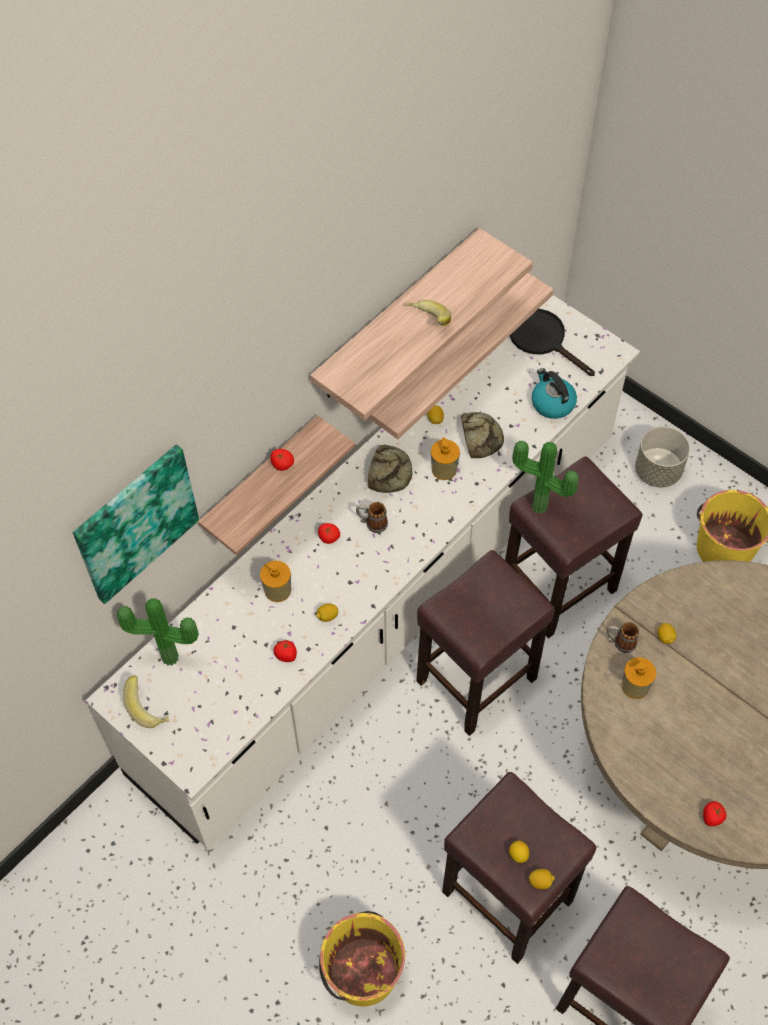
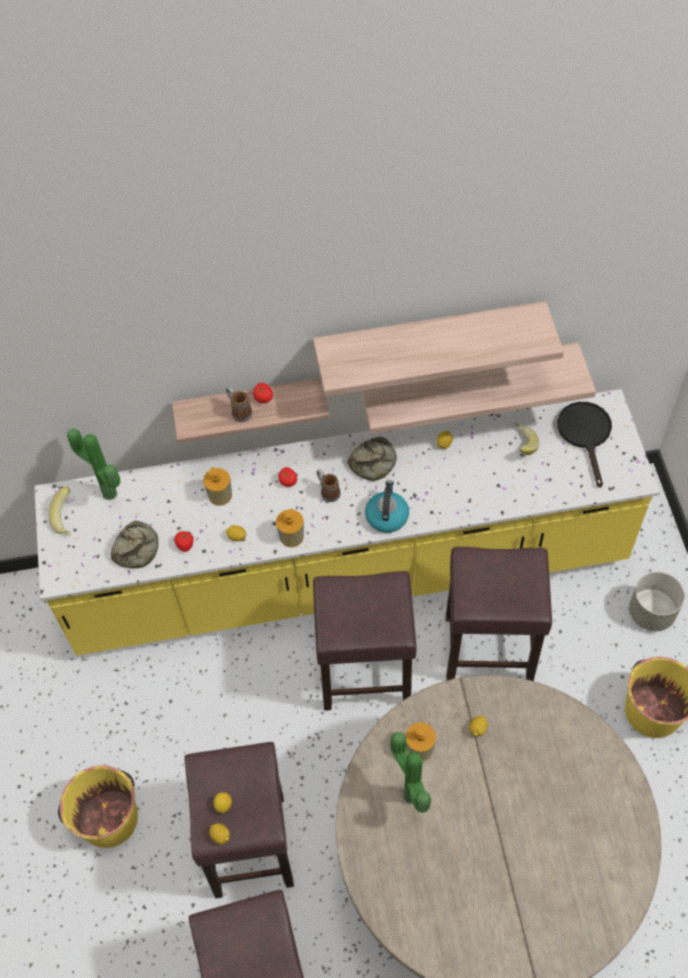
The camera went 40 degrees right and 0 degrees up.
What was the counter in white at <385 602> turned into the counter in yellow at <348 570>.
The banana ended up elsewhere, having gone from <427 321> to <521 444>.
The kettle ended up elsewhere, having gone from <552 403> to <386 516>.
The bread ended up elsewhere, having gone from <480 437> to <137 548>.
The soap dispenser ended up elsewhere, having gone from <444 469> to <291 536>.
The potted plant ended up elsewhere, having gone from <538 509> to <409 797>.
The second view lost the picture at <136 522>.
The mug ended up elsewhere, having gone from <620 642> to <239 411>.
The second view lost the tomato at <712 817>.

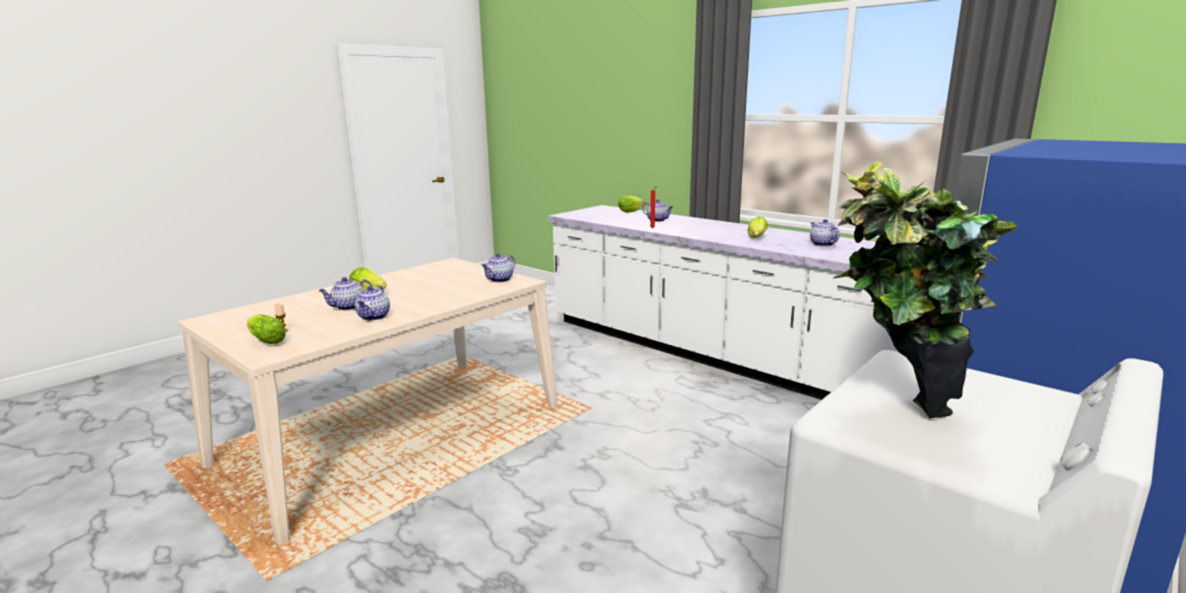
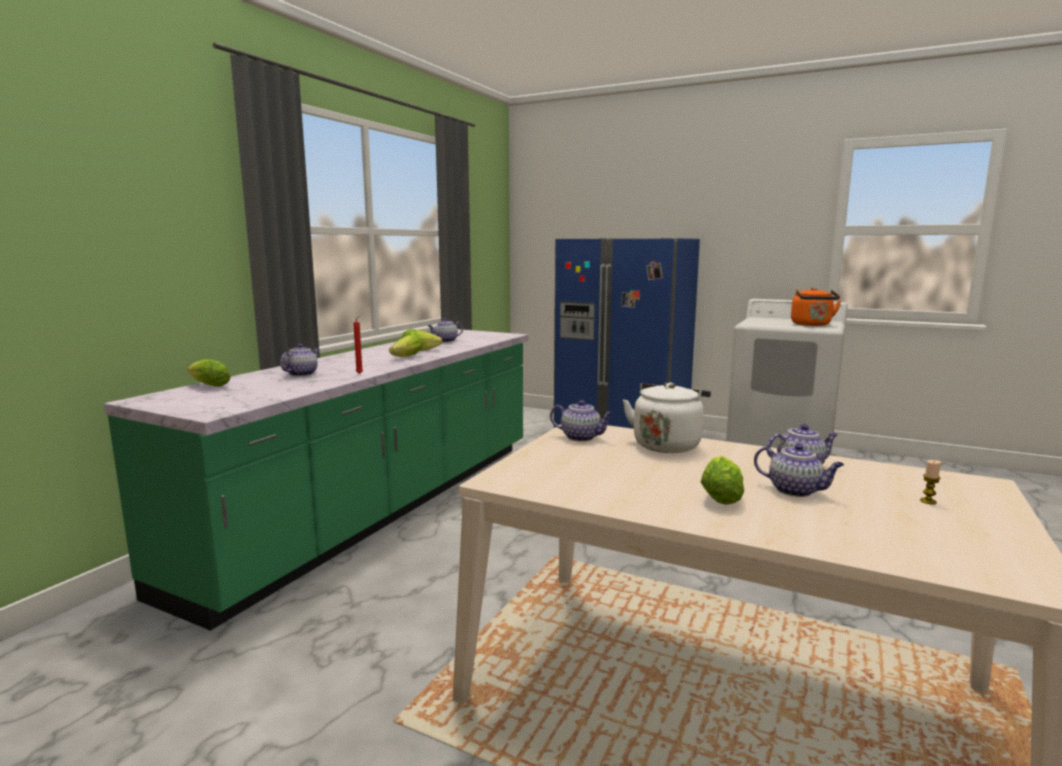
The camera went 105 degrees left and 5 degrees down.
Where the potted plant stood at <895 417>, the kettle in orange came to stand at <812 325>.
What was the counter in white at <709 353> turned into the counter in green at <382 507>.
The lettuce ended up elsewhere, having gone from <265 340> to <405 357>.
The second view gained the kettle in white at <667 444>.

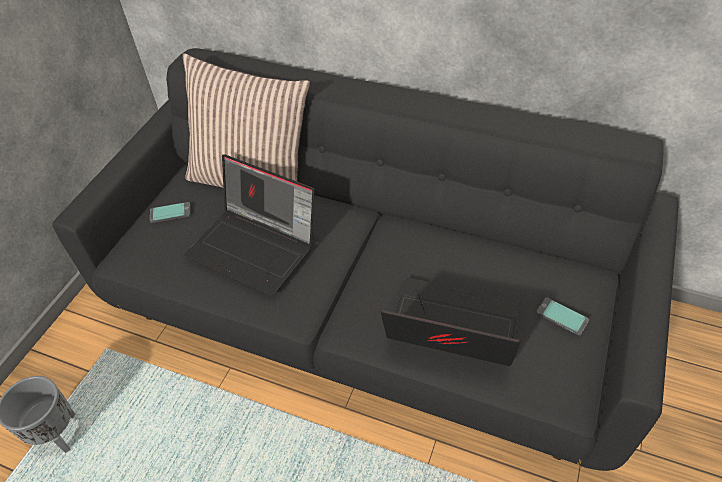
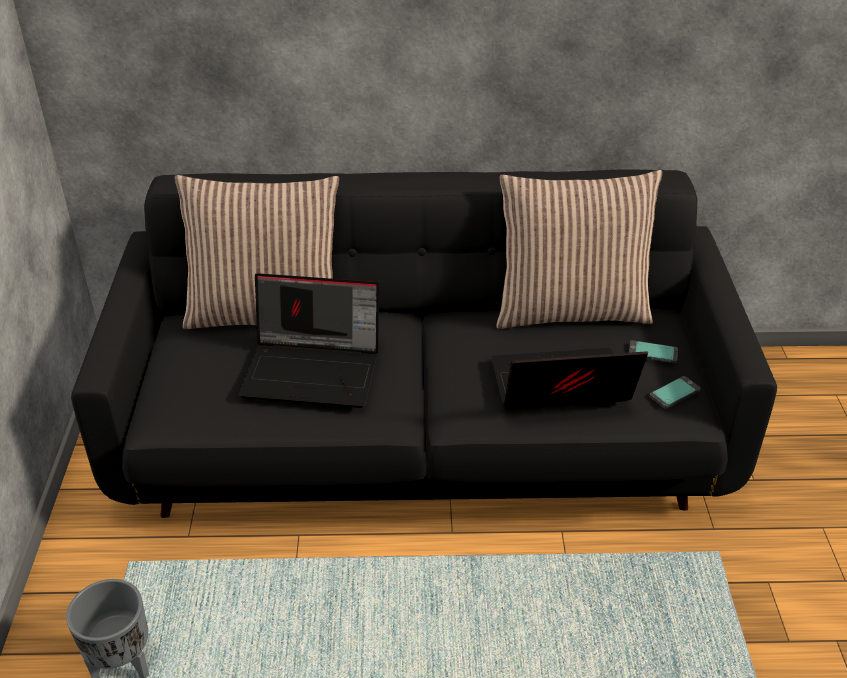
The camera went 25 degrees left and 10 degrees down.
The phone ended up elsewhere, having gone from <170 213> to <674 393>.
The second view gained the pillow at <571 309>.

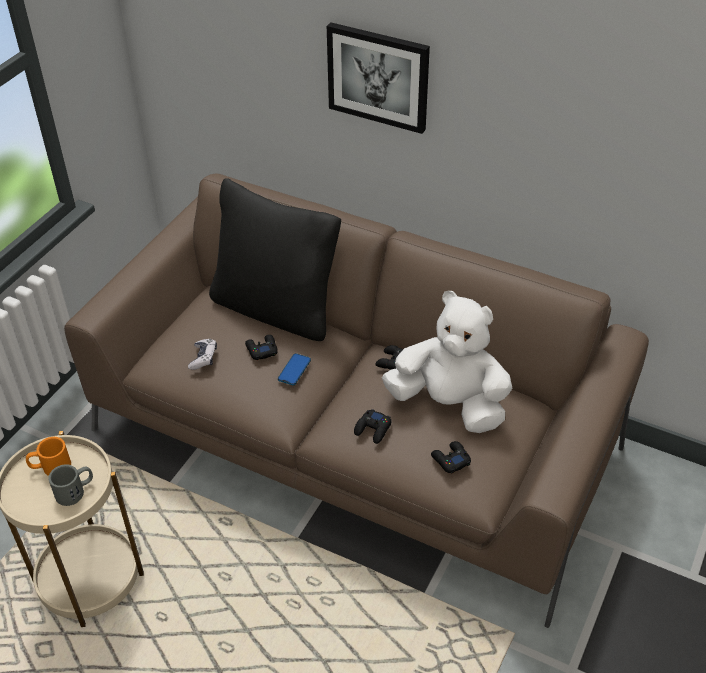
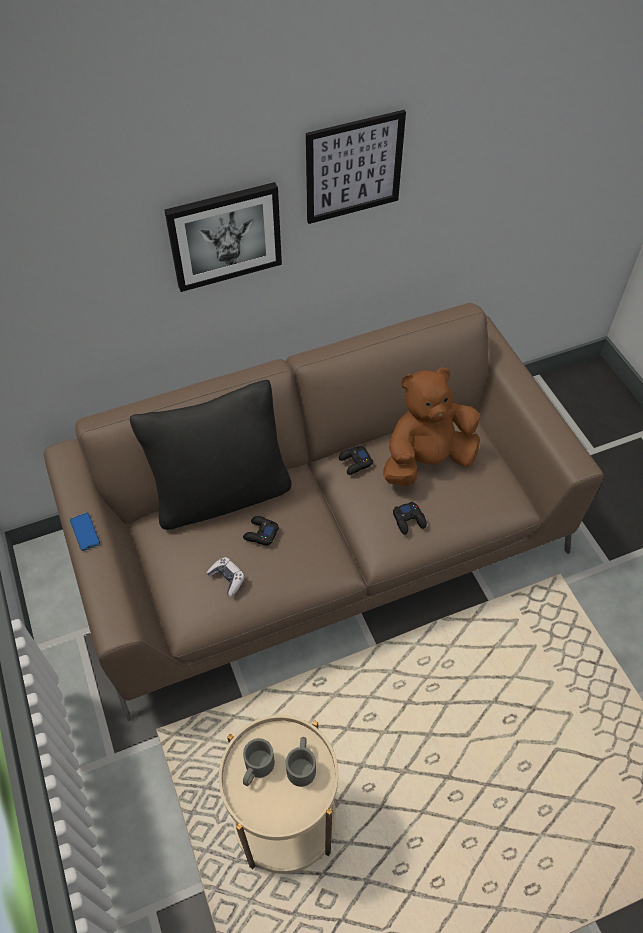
The camera went 50 degrees left and 10 degrees up.
What was the plush toy in white at <449 404> turned into the plush toy in brown at <426 460>.
The phone ended up elsewhere, having gone from <294 370> to <85 532>.
What was the mug in orange at <50 467> turned into the mug in grey at <256 769>.
The second view lost the game controller in black at <450 460>.
The second view gained the picture at <353 167>.

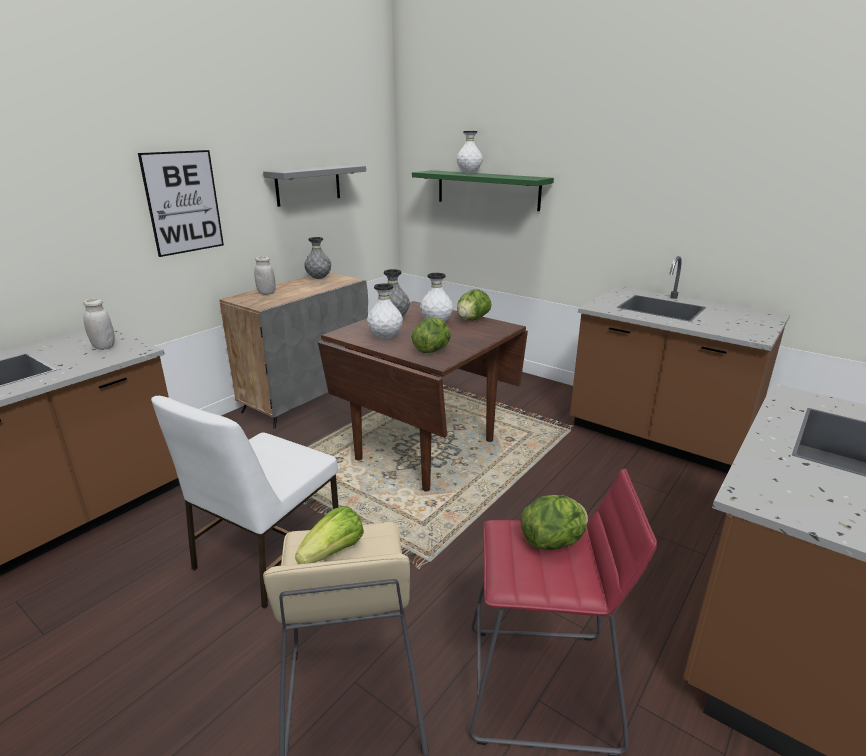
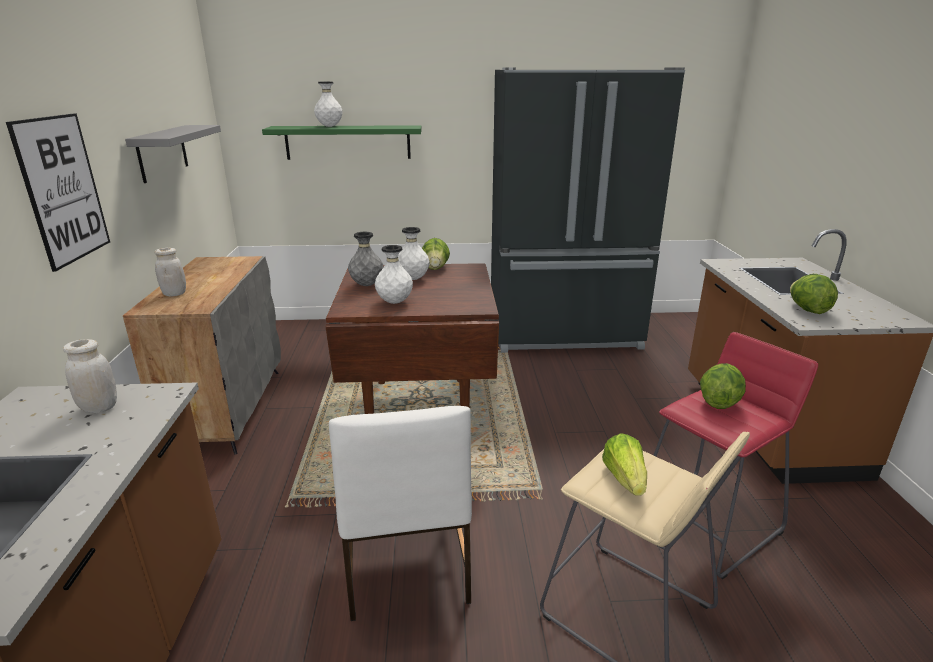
The camera went 40 degrees left and 0 degrees up.
The second view lost the vase in grey at <319 278>.
Where the counter in brown stood at <658 436>, the fridge in black came to stand at <564 333>.
The lettuce ended up elsewhere, having gone from <432 350> to <807 310>.

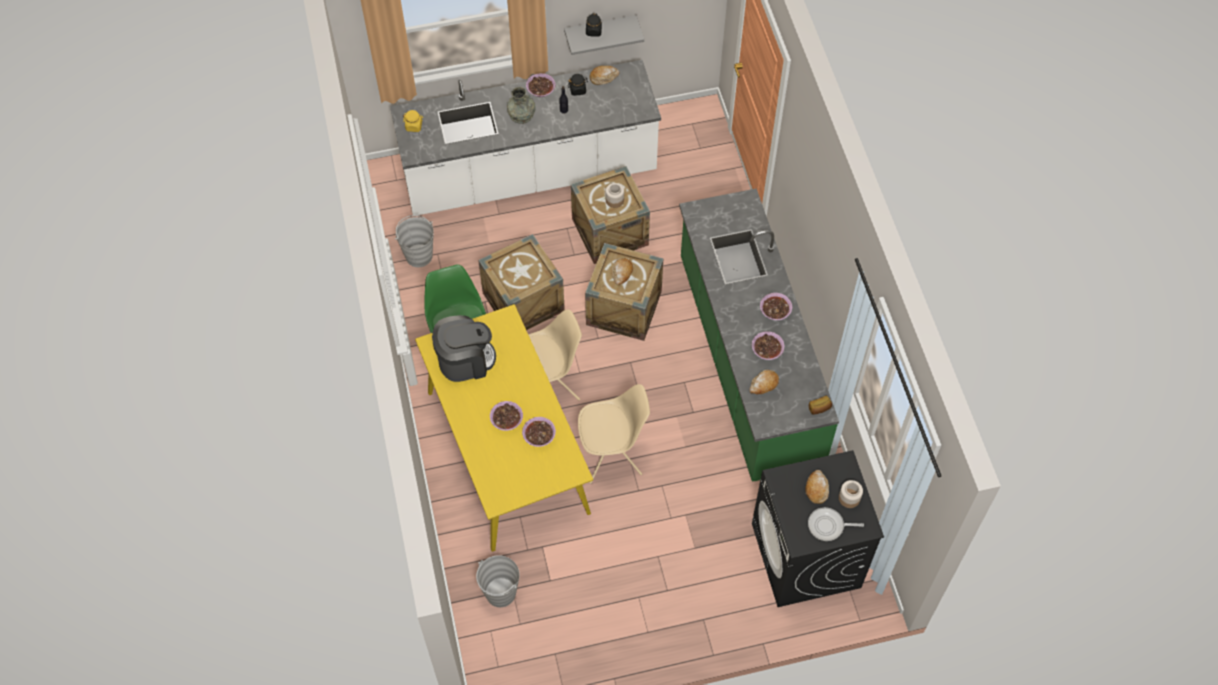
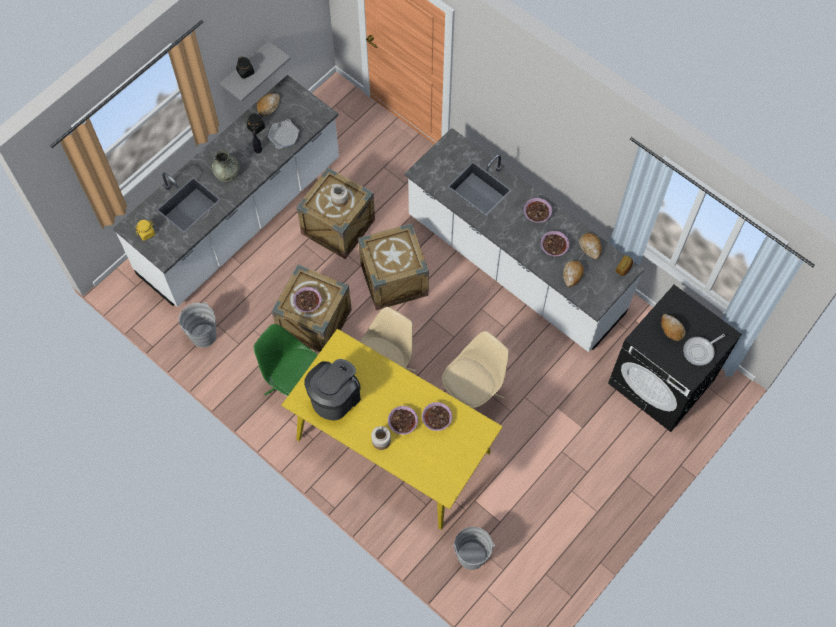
The camera went 35 degrees left and 5 degrees up.
The bowl ended up elsewhere, having gone from <540 89> to <307 302>.
What was the counter in green at <747 363> turned into the counter in white at <514 266>.
The bread ended up elsewhere, having gone from <622 273> to <590 247>.
The jar ended up elsewhere, having gone from <849 498> to <381 441>.
The second view gained the frying pan at <283 136>.

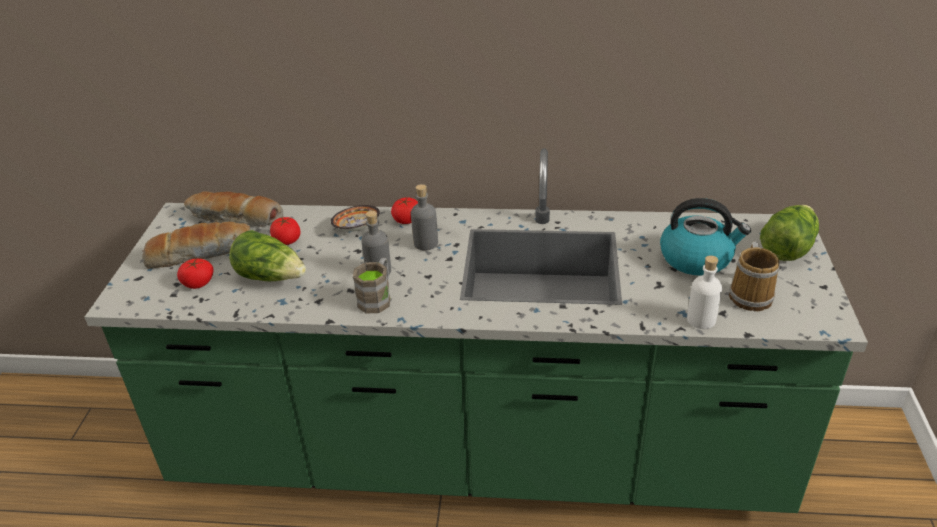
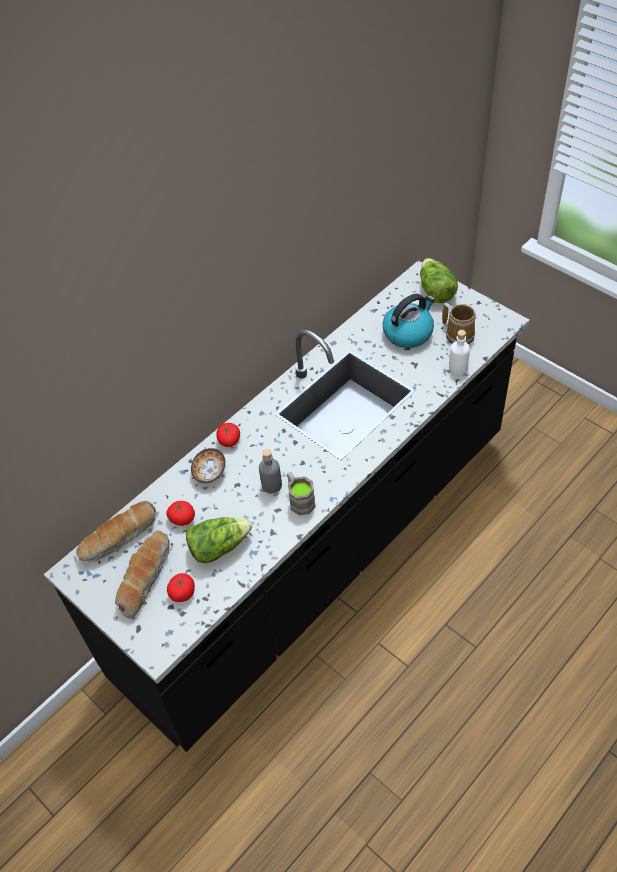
The camera went 50 degrees left and 15 degrees up.
What was the counter in green at <476 457> turned into the counter in black at <318 553>.
The second view lost the bottle in grey at <425 243>.

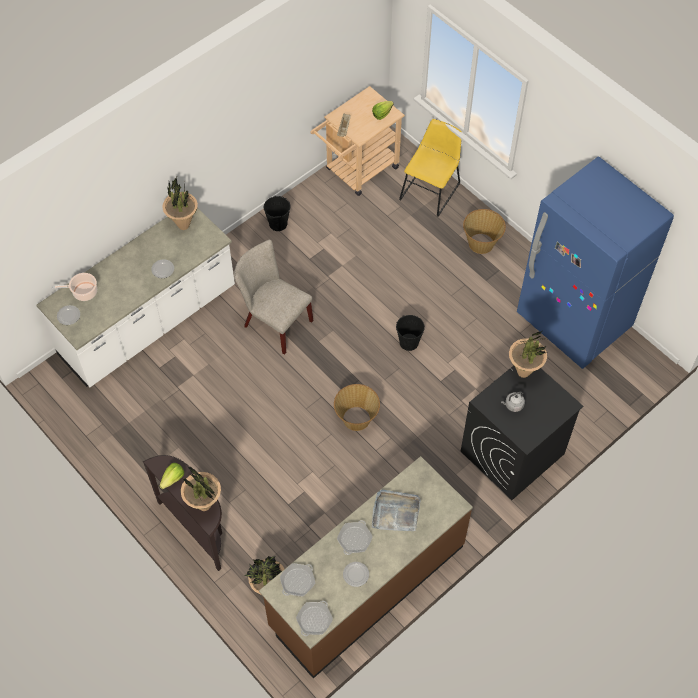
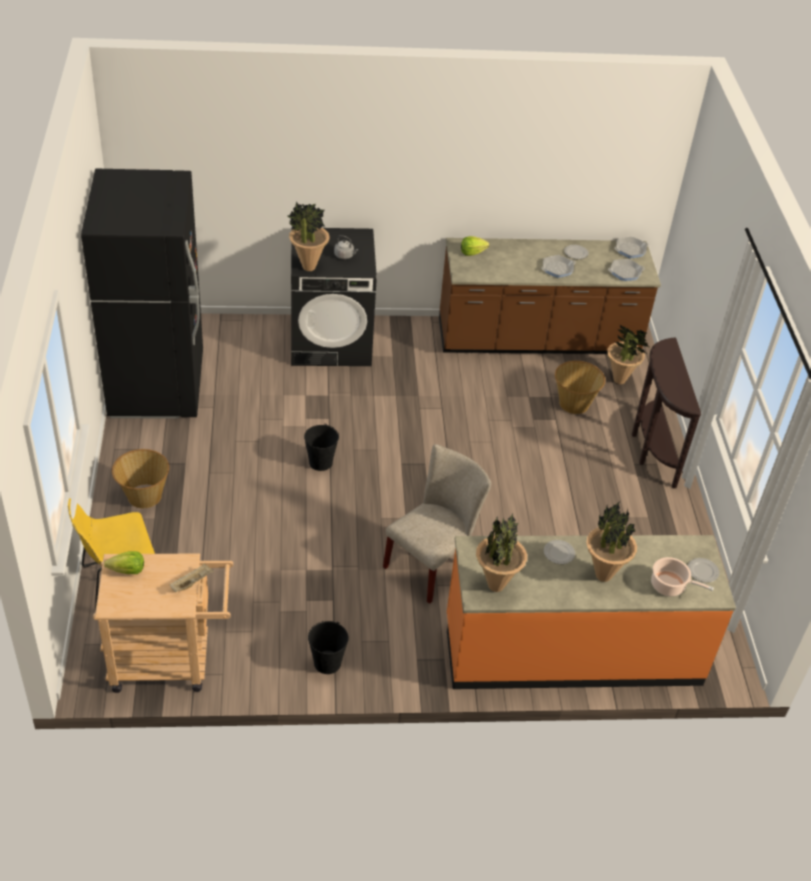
The camera went 145 degrees left and 15 degrees down.
What was the fridge in blue at <573 321> turned into the fridge in black at <157 385>.
What was the counter in white at <148 322> turned into the counter in orange at <572 651>.
The chair in beige at <274 322> ended up facing another way, 120 degrees counterclockwise from before.
The basket ended up elsewhere, having gone from <356 419> to <574 403>.
The lettuce ended up elsewhere, having gone from <173 479> to <472 252>.
The potted plant ended up elsewhere, having gone from <204 505> to <603 575>.
The second view lost the tray in grey at <395 512>.

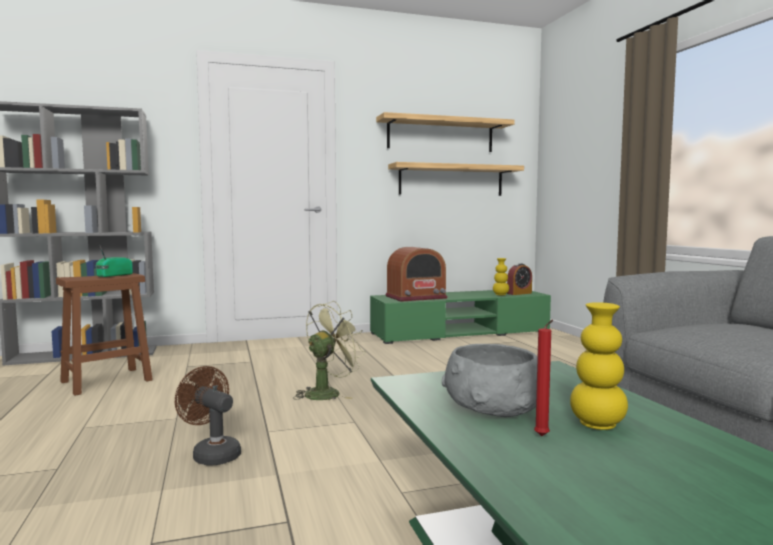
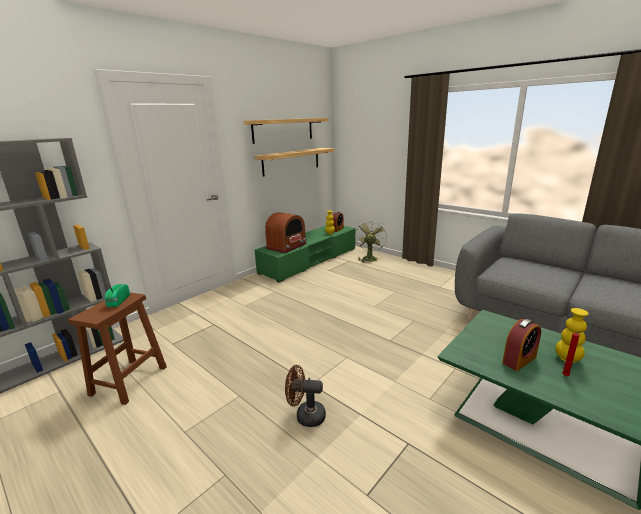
The camera went 30 degrees left and 15 degrees up.
The fan in green ended up elsewhere, having gone from <328 393> to <369 258>.
Where the bowl in grey stood at <494 406>, the alarm clock came to stand at <519 360>.

